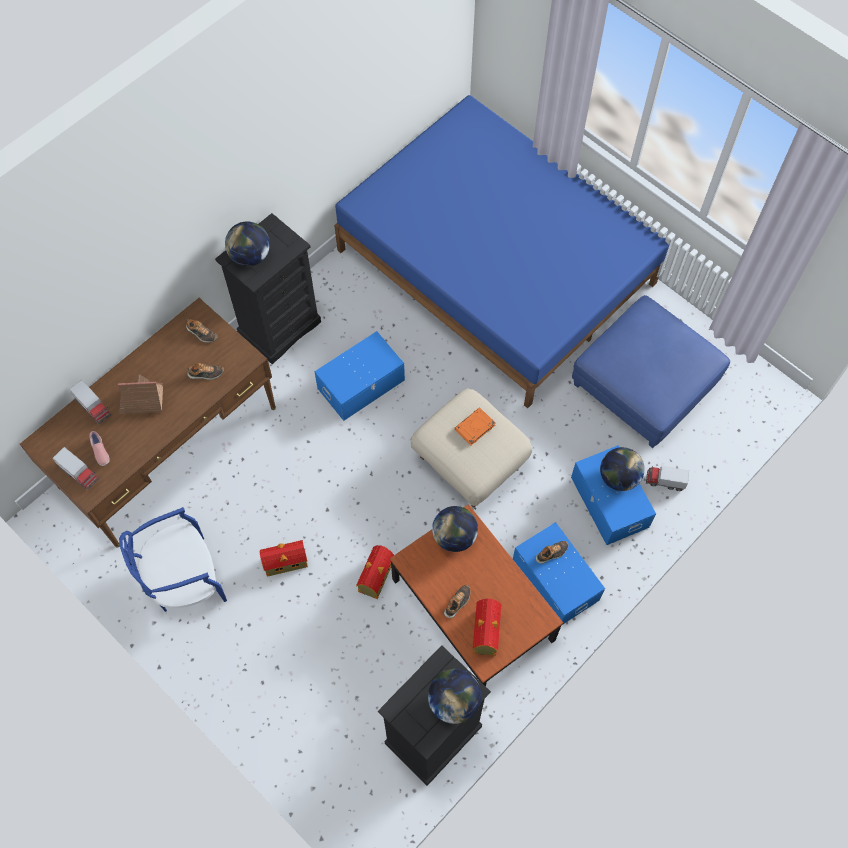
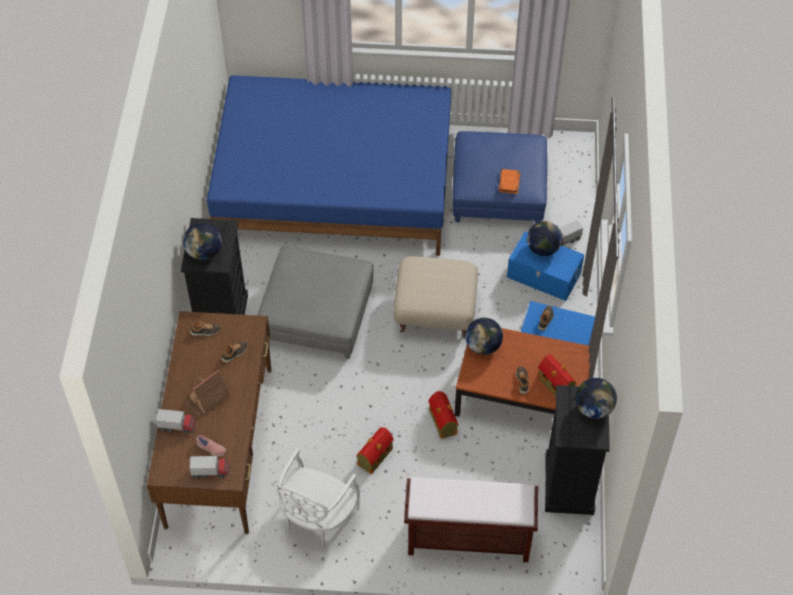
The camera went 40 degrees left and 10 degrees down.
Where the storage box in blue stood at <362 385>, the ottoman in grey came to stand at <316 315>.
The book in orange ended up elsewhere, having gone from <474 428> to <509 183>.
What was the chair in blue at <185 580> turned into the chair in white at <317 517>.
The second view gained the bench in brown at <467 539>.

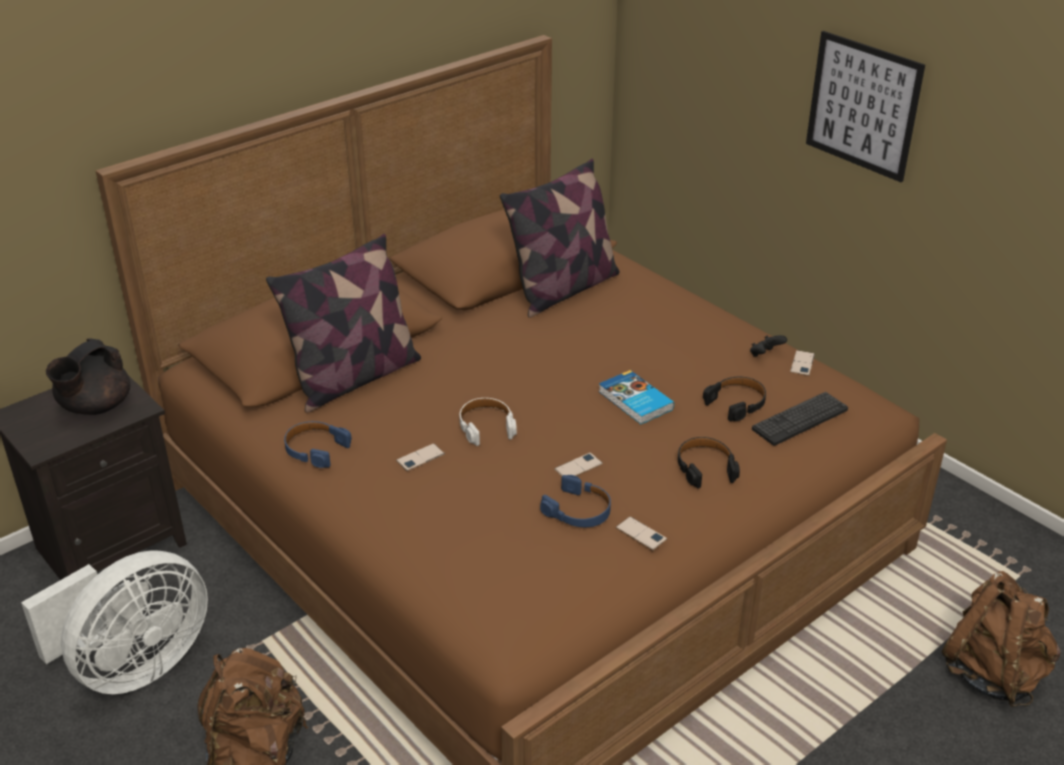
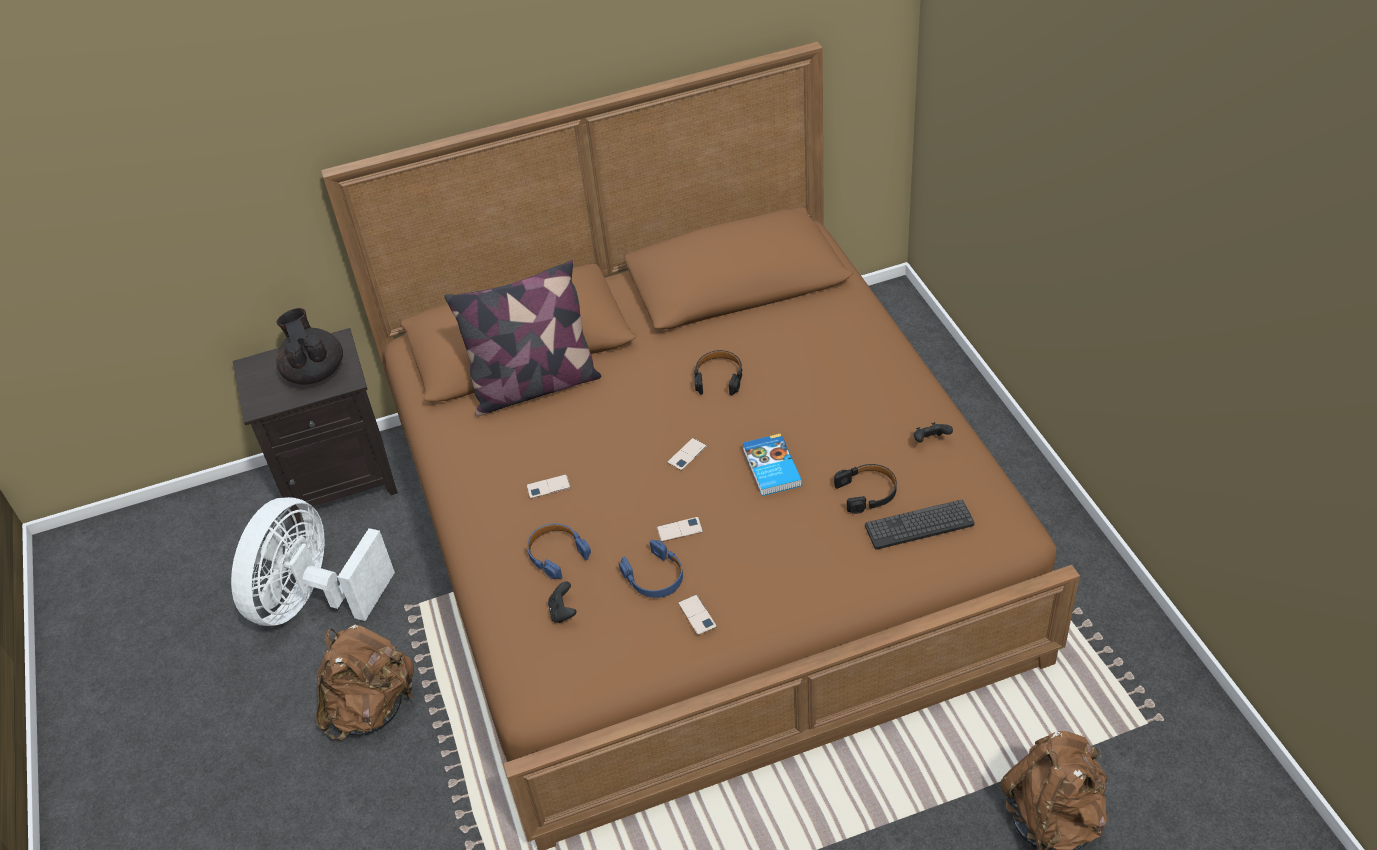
The camera went 25 degrees right and 10 degrees up.
The second view lost the picture at <863 106>.
The second view lost the pillow at <563 289>.
The teapot in black at <95 407> ended up facing another way, 105 degrees clockwise from before.
The phone ended up elsewhere, having gone from <802 363> to <687 454>.
The second view lost the headphones in white at <486 426>.
The headphones in blue ended up elsewhere, having gone from <315 449> to <556 554>.
The headphones in black ended up elsewhere, having gone from <705 468> to <719 377>.
The fan in white at <134 667> ended up facing another way, 135 degrees clockwise from before.
The second view gained the game controller in black at <563 612>.

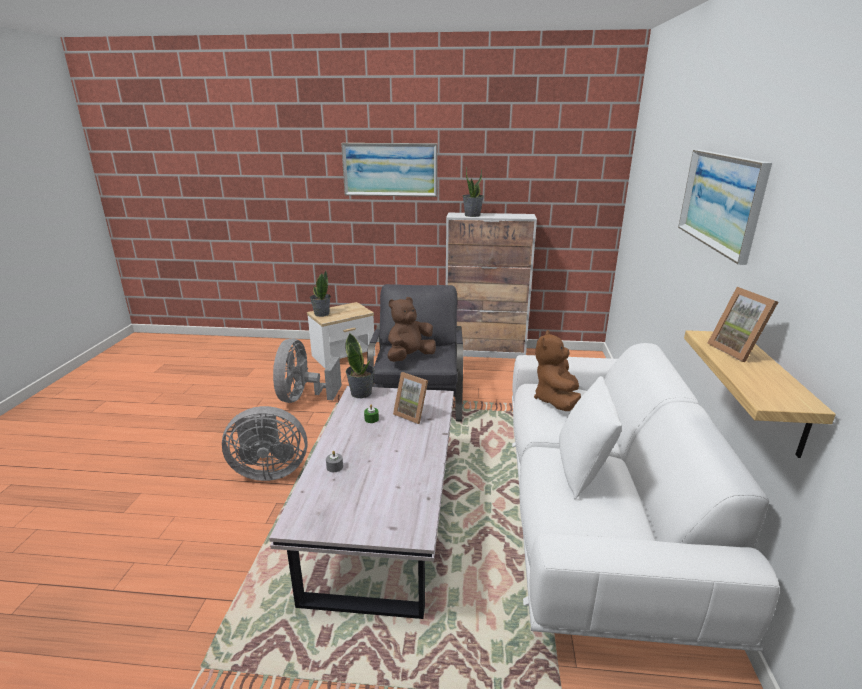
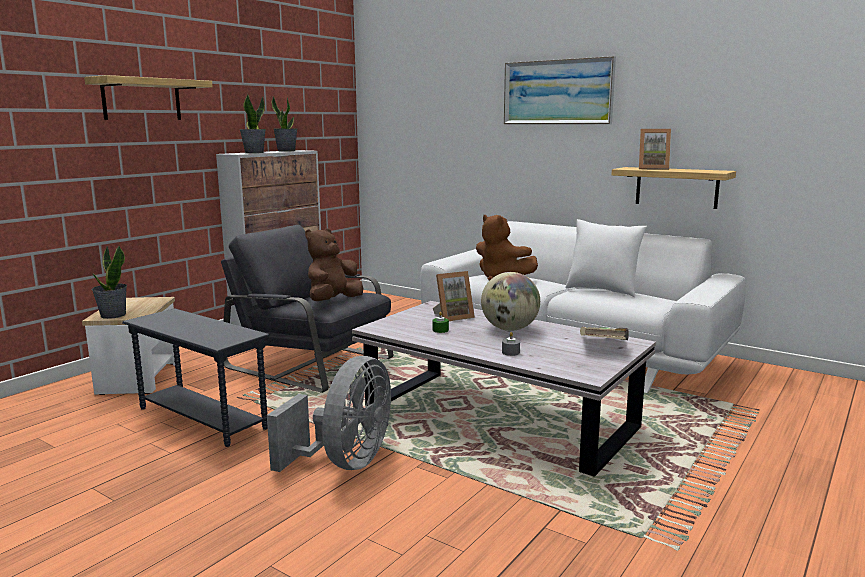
The camera went 60 degrees left and 10 degrees down.
Where the picture hung at <390 169>, the shelf came to hang at <142 99>.
The plush toy in brown at <409 357> ended up facing another way, 45 degrees clockwise from before.
The potted plant ended up elsewhere, having gone from <361 393> to <286 150>.
Where the fan in grey stood at <303 397>, the side table in grey came to stand at <202 418>.
The second view gained the globe at <509 329>.
The second view gained the book in beige at <603 346>.

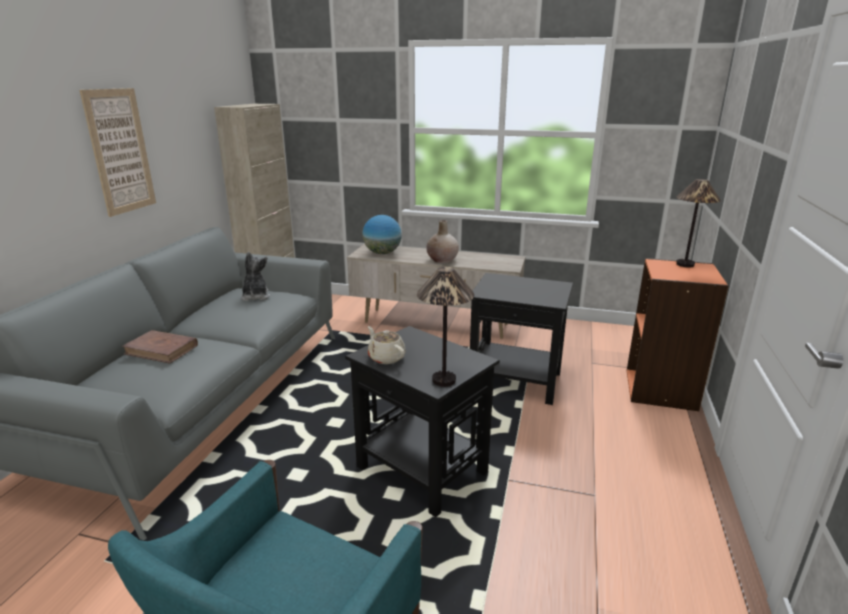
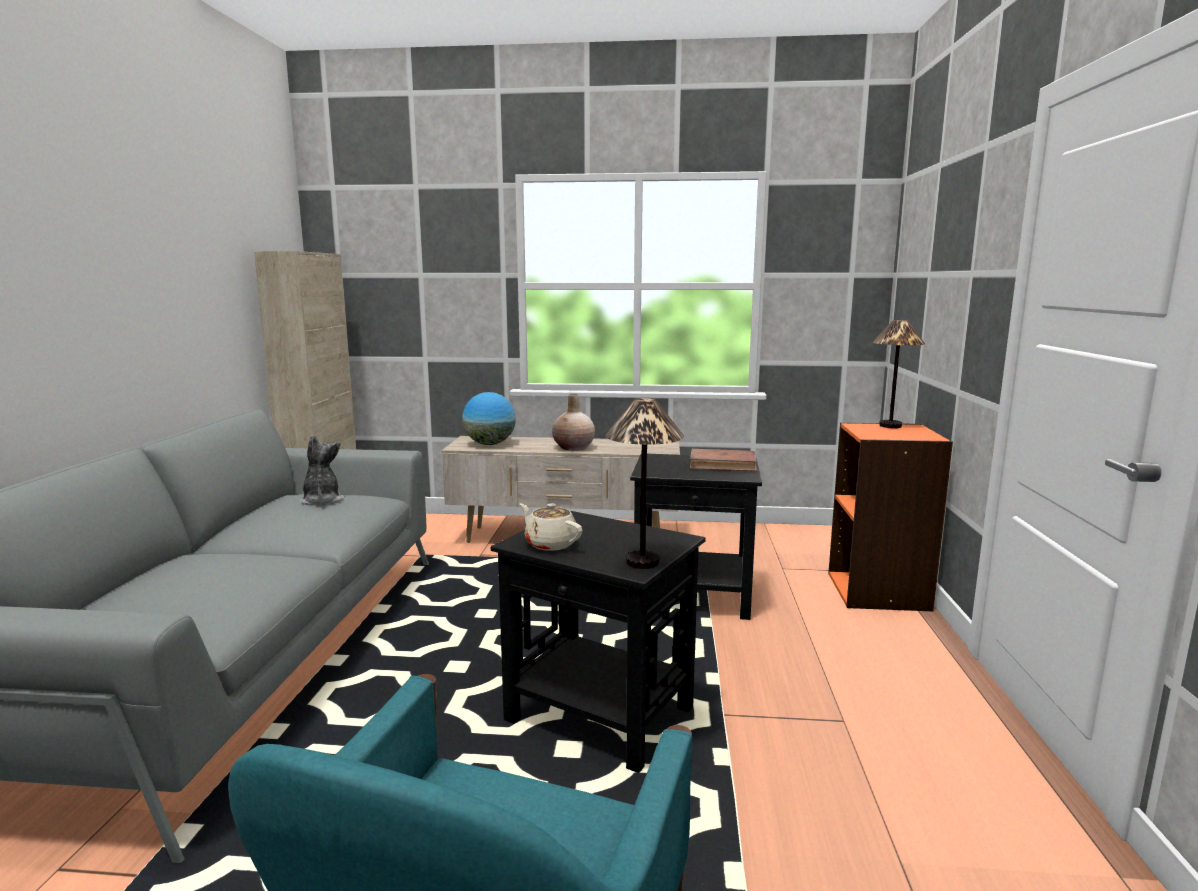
The camera went 10 degrees left and 10 degrees down.
The second view lost the picture at <120 151>.
The book in brown ended up elsewhere, having gone from <161 350> to <723 464>.

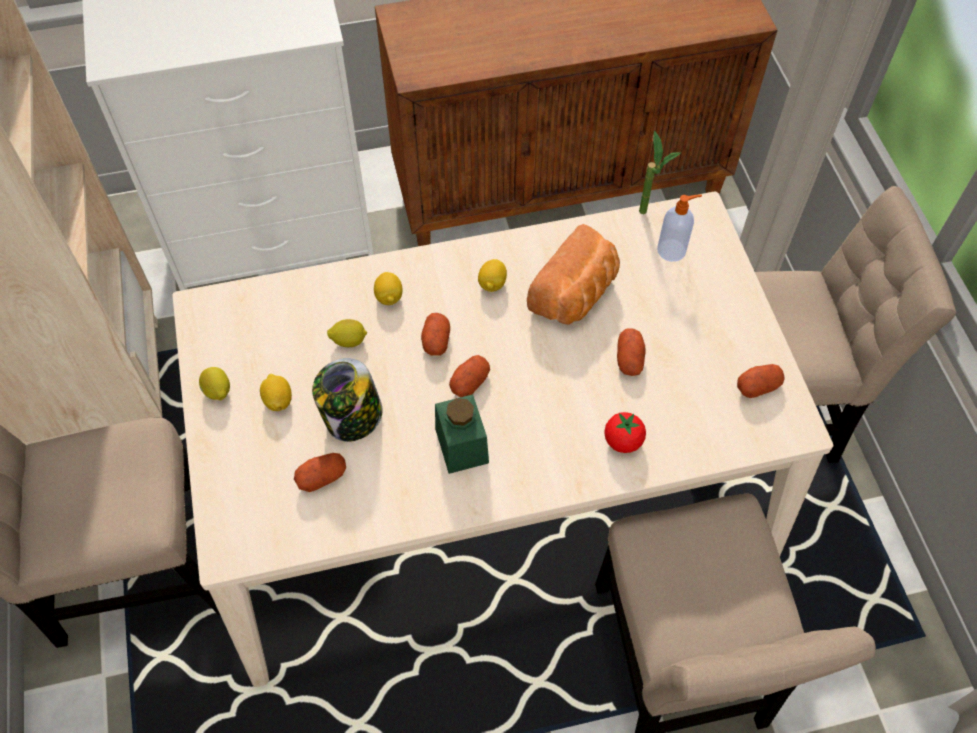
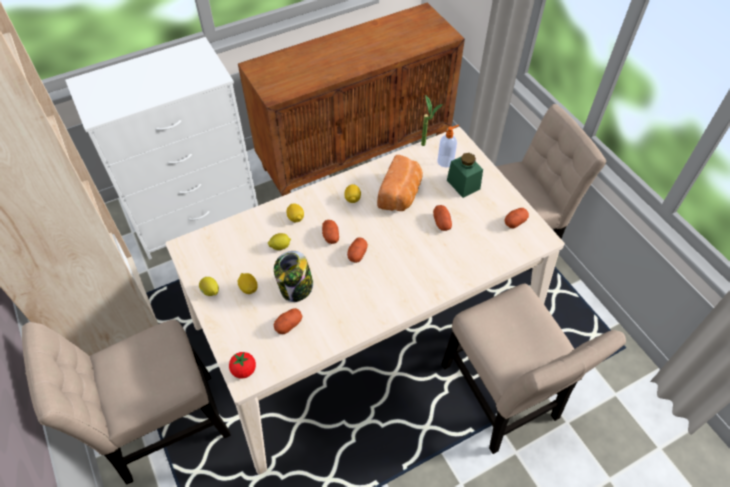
The camera went 15 degrees left and 5 degrees down.
The jar in green ended up elsewhere, having gone from <461 445> to <463 184>.
The tomato ended up elsewhere, having gone from <623 441> to <244 370>.

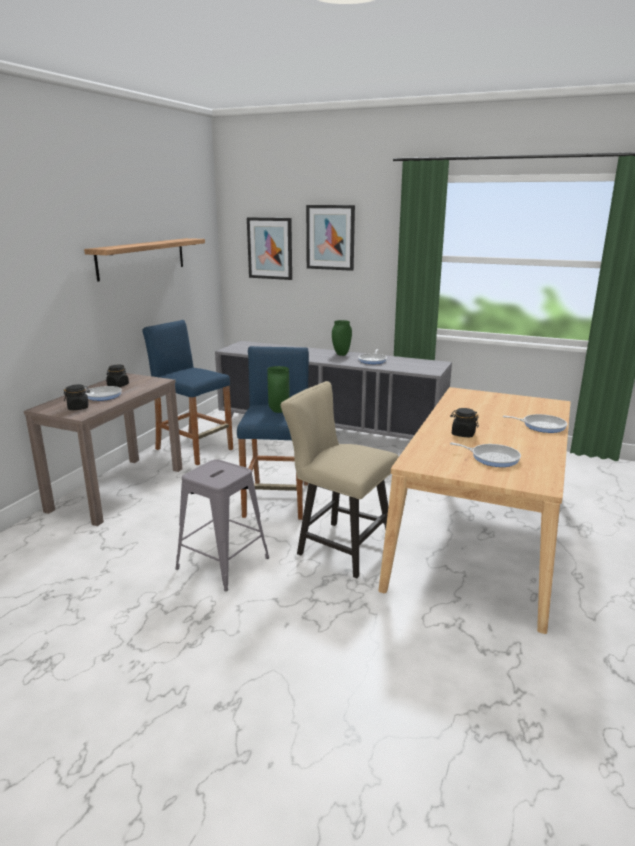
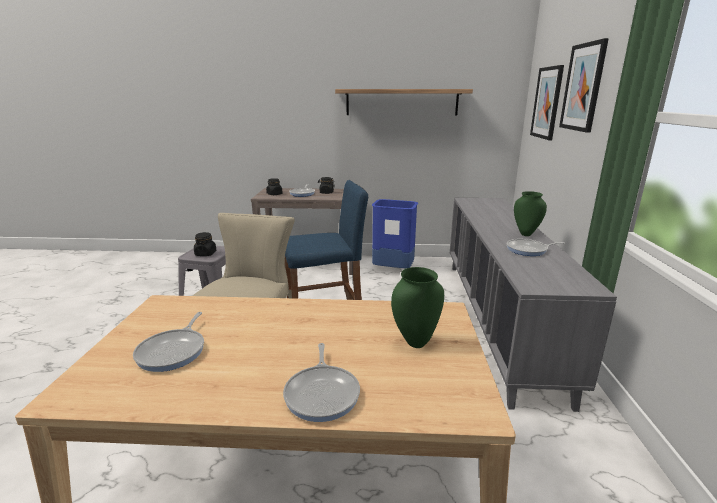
The camera went 70 degrees right and 0 degrees up.
Where the stool in blue stood at <194 449>, the trash can in blue came to stand at <393 270>.
The vase in green ended up elsewhere, having gone from <279 411> to <415 343>.
The jar in black ended up elsewhere, having gone from <463 434> to <205 254>.

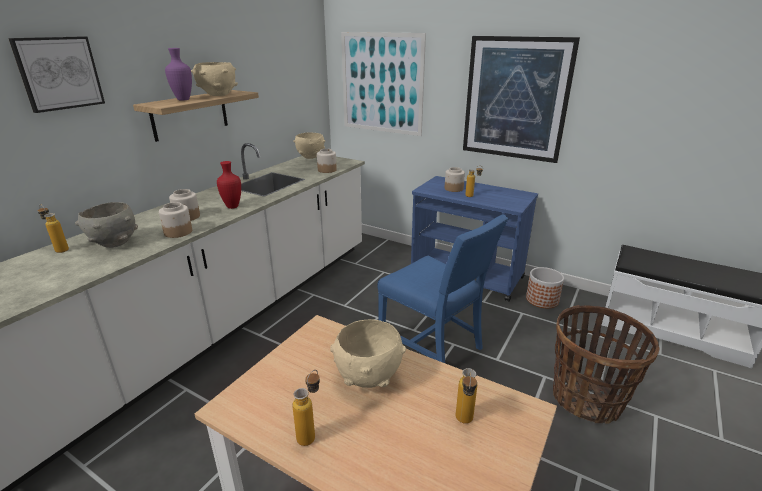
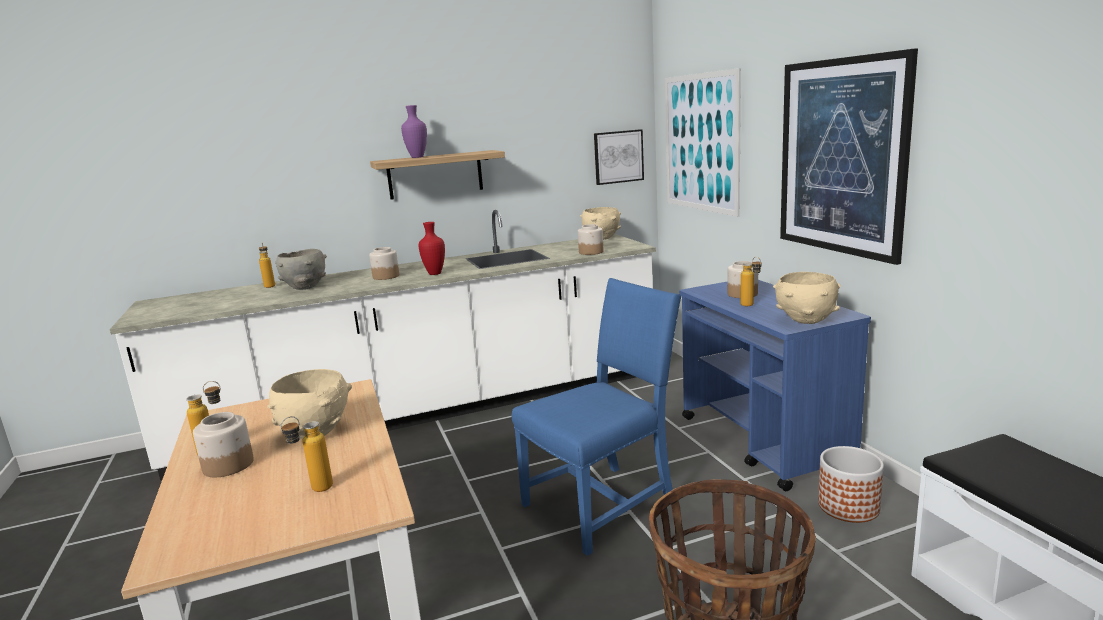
The camera went 40 degrees right and 10 degrees down.
The picture ended up elsewhere, having gone from <59 73> to <618 157>.
The bowl in beige ended up elsewhere, having gone from <217 95> to <805 320>.
The jar ended up elsewhere, having gone from <178 232> to <227 465>.
The chair in blue at <434 345> ended up facing another way, 120 degrees counterclockwise from before.

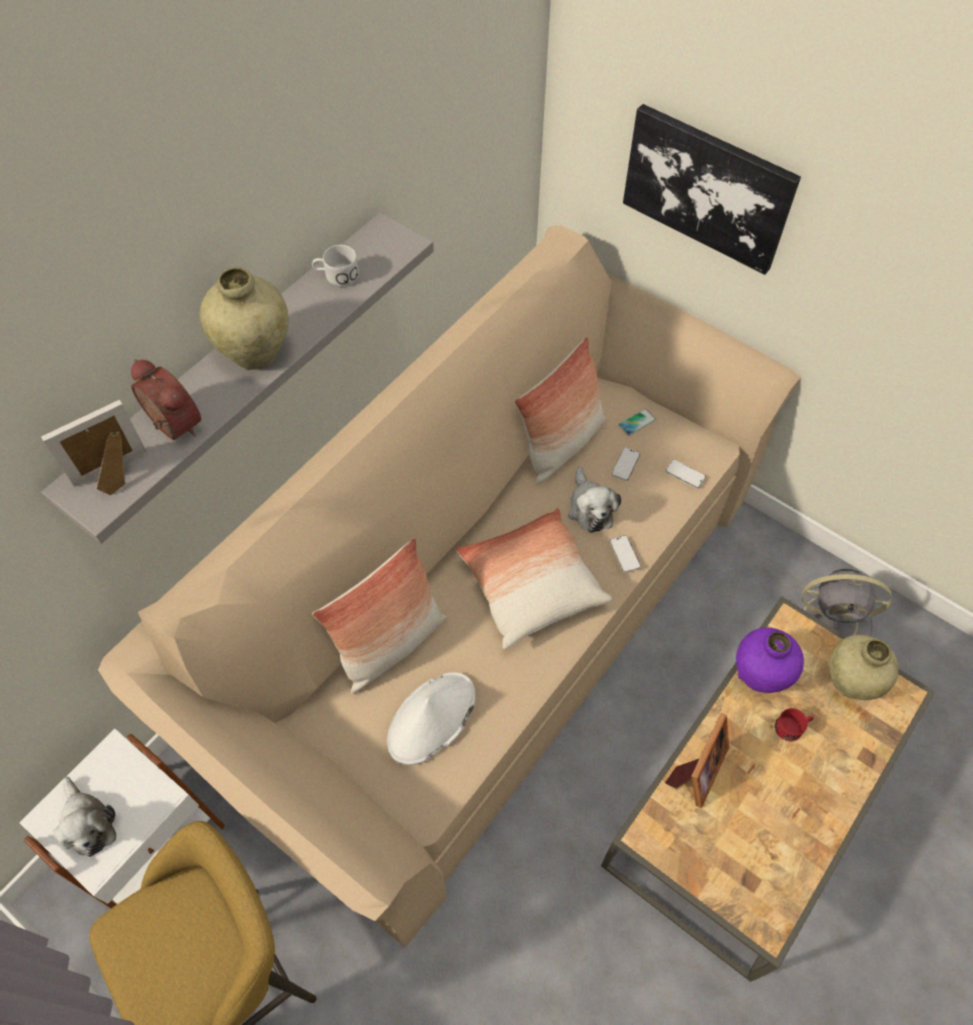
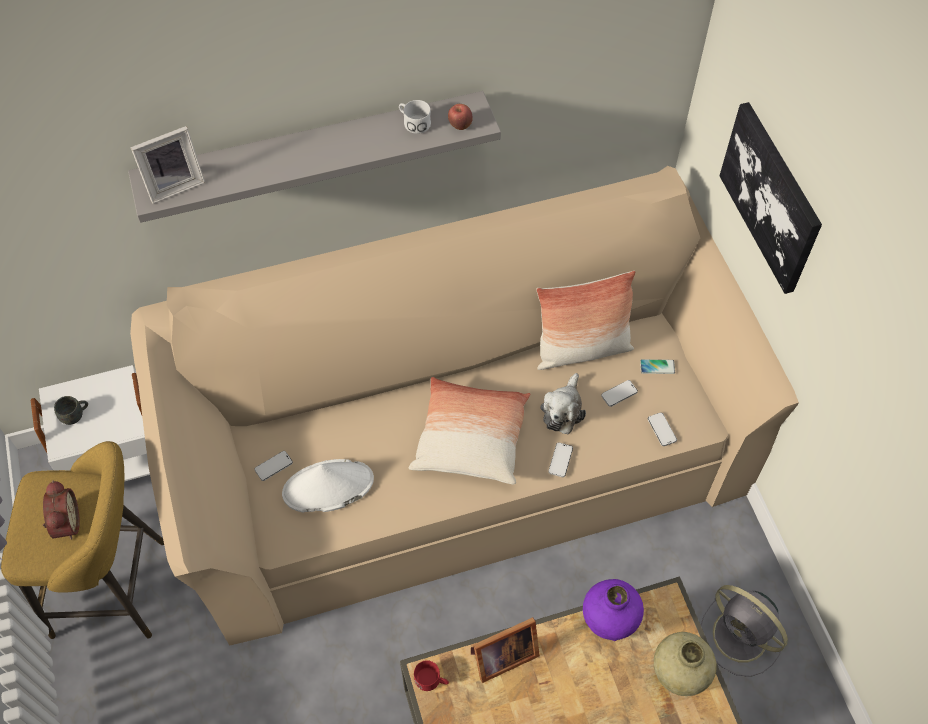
The camera went 35 degrees right and 0 degrees up.
The second view lost the vase in beige at <255 353>.
The alarm clock ended up elsewhere, having gone from <172 426> to <65 523>.
The picture frame at <115 477> ended up facing another way, 150 degrees clockwise from before.
The second view lost the pillow at <390 644>.
The mug in red ended up elsewhere, having gone from <792 727> to <432 680>.
Where the plush toy stood at <88 823>, the mug in grey came to stand at <75 415>.
The second view gained the apple at <460 125>.
The second view gained the phone at <273 466>.

